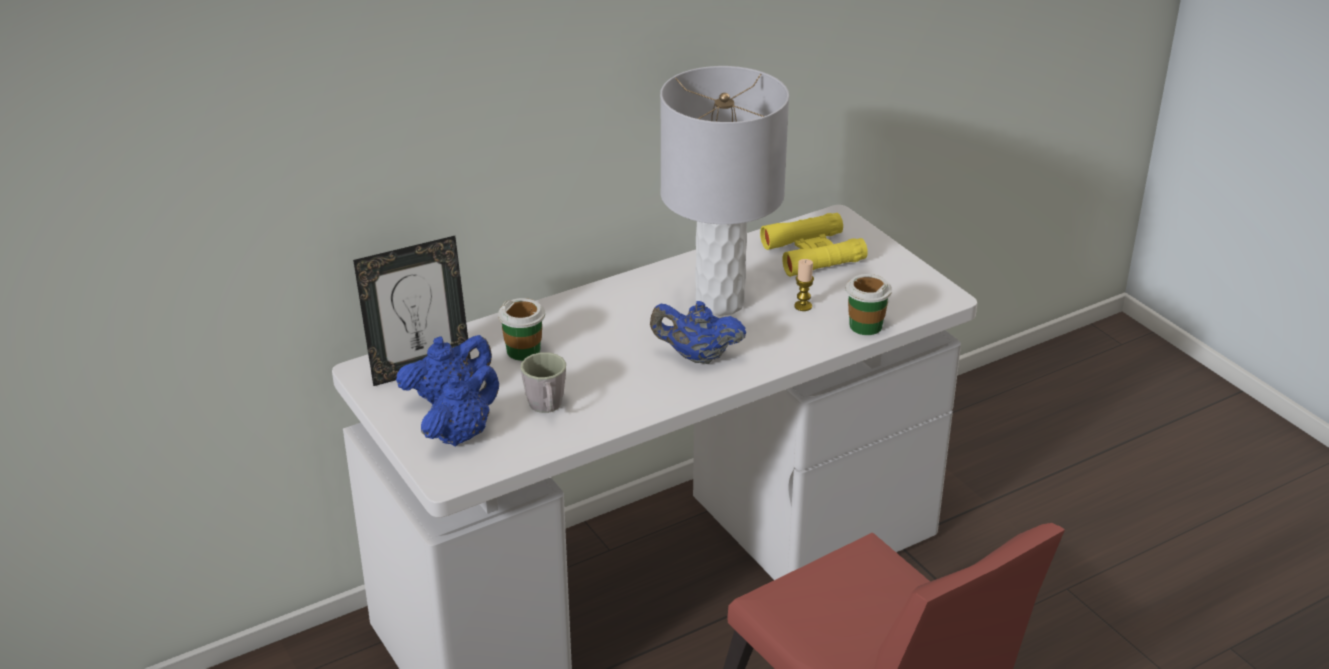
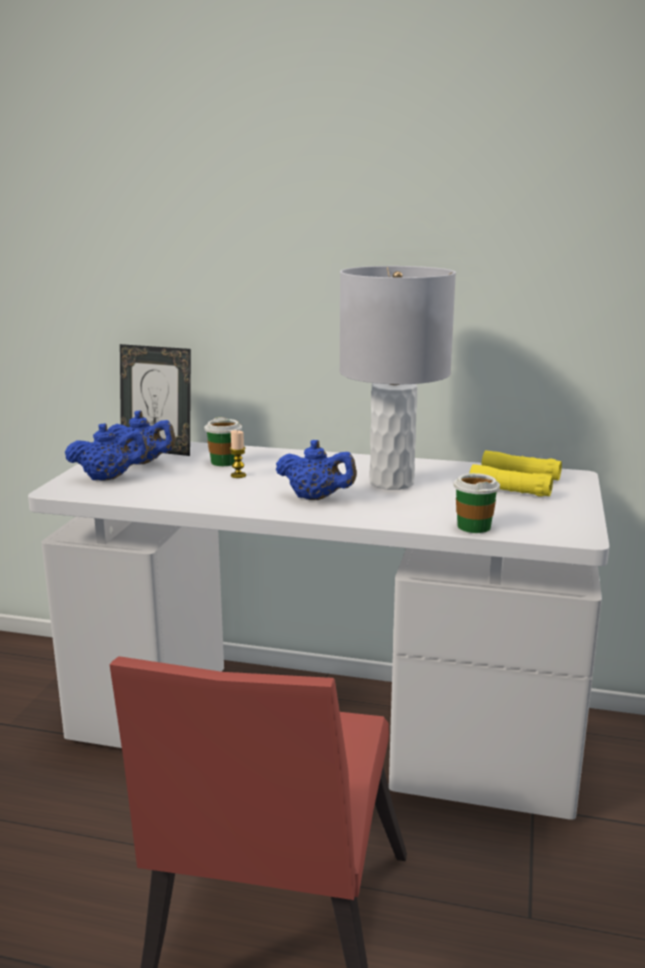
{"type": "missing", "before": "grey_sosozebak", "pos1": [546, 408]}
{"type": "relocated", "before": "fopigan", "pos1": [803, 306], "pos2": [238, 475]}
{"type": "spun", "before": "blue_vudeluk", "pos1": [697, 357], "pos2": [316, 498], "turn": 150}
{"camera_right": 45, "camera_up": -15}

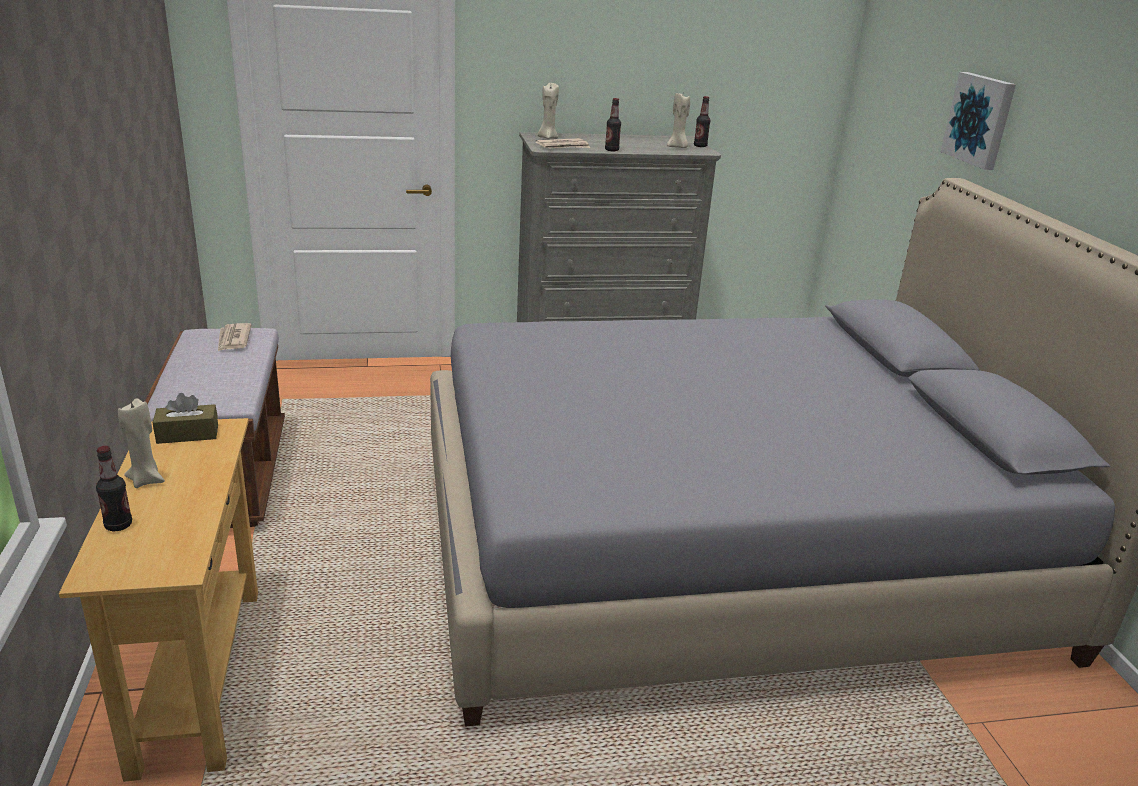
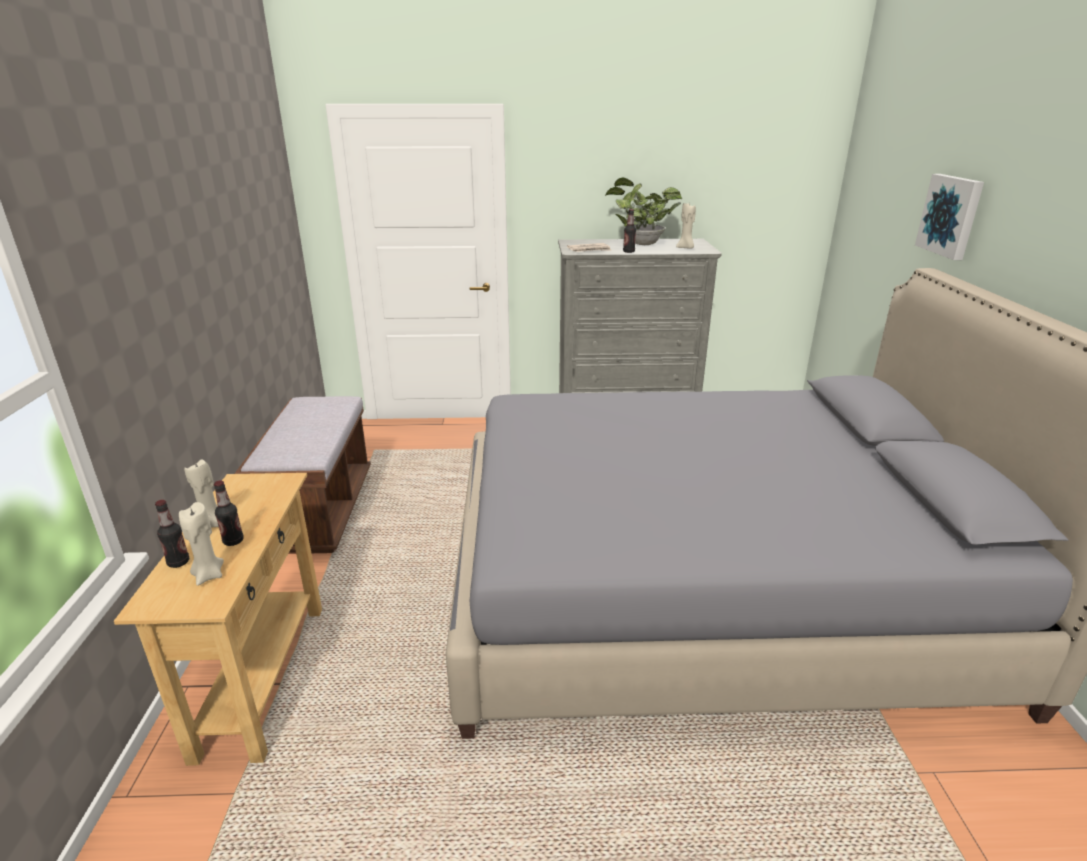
{"type": "missing", "before": "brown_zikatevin", "pos1": [187, 434]}
{"type": "missing", "before": "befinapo", "pos1": [233, 339]}
{"type": "appeared", "after": "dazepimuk", "pos2": [640, 243]}
{"type": "relocated", "before": "beige_fopigan", "pos1": [547, 138], "pos2": [208, 575]}
{"type": "relocated", "before": "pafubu", "pos1": [700, 146], "pos2": [233, 541]}
{"camera_right": 10, "camera_up": 0}

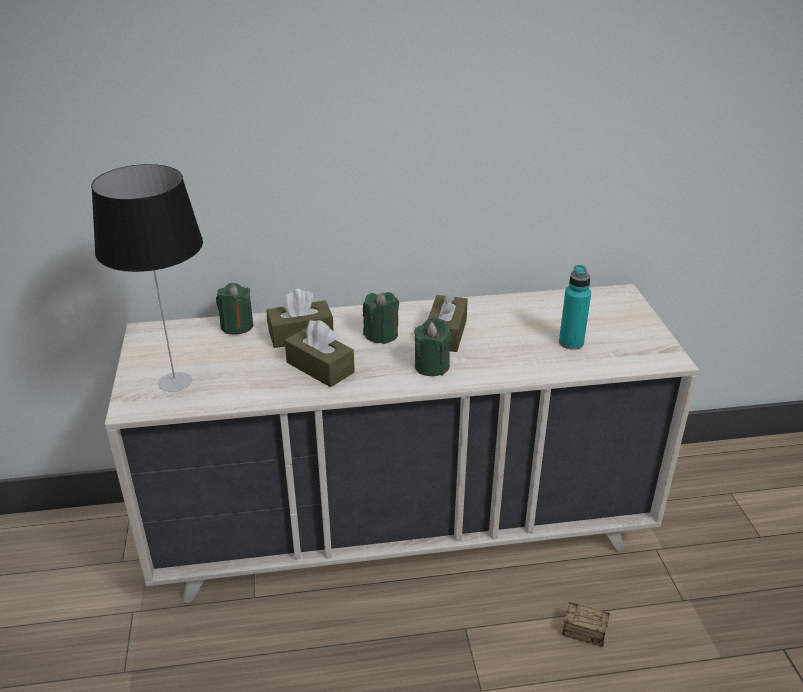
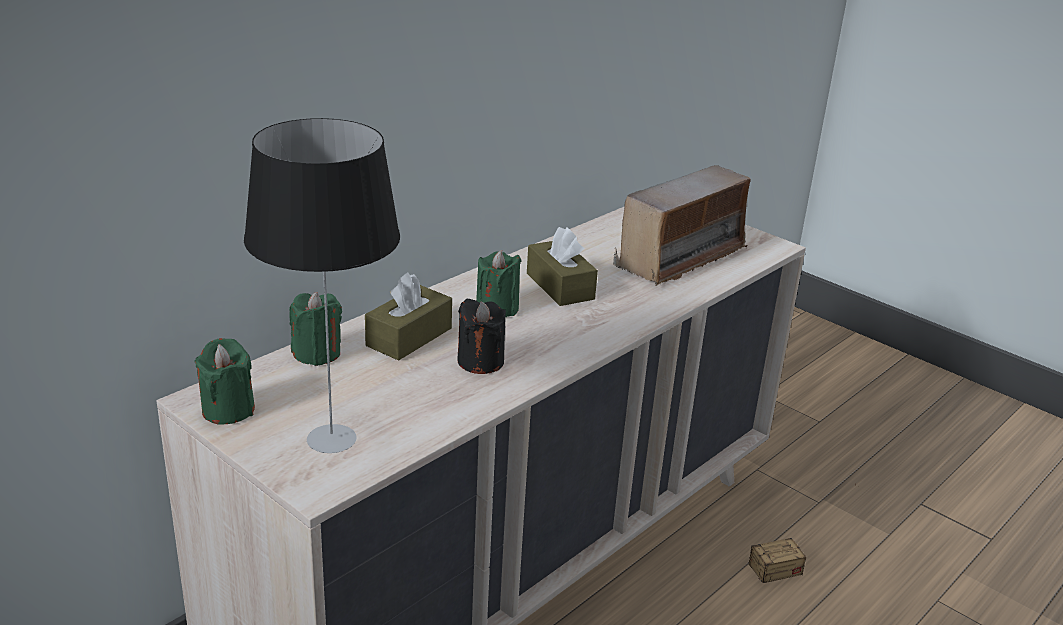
{"type": "relocated", "before": "green_fopigan", "pos1": [432, 366], "pos2": [228, 410]}
{"type": "exchanged", "before": "brown_zikatevin", "after": "black_fopigan", "pos1": [320, 367], "pos2": [480, 361]}
{"type": "exchanged", "before": "turquoise_pafubu", "after": "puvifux", "pos1": [571, 343], "pos2": [681, 258]}
{"camera_right": -40, "camera_up": -5}

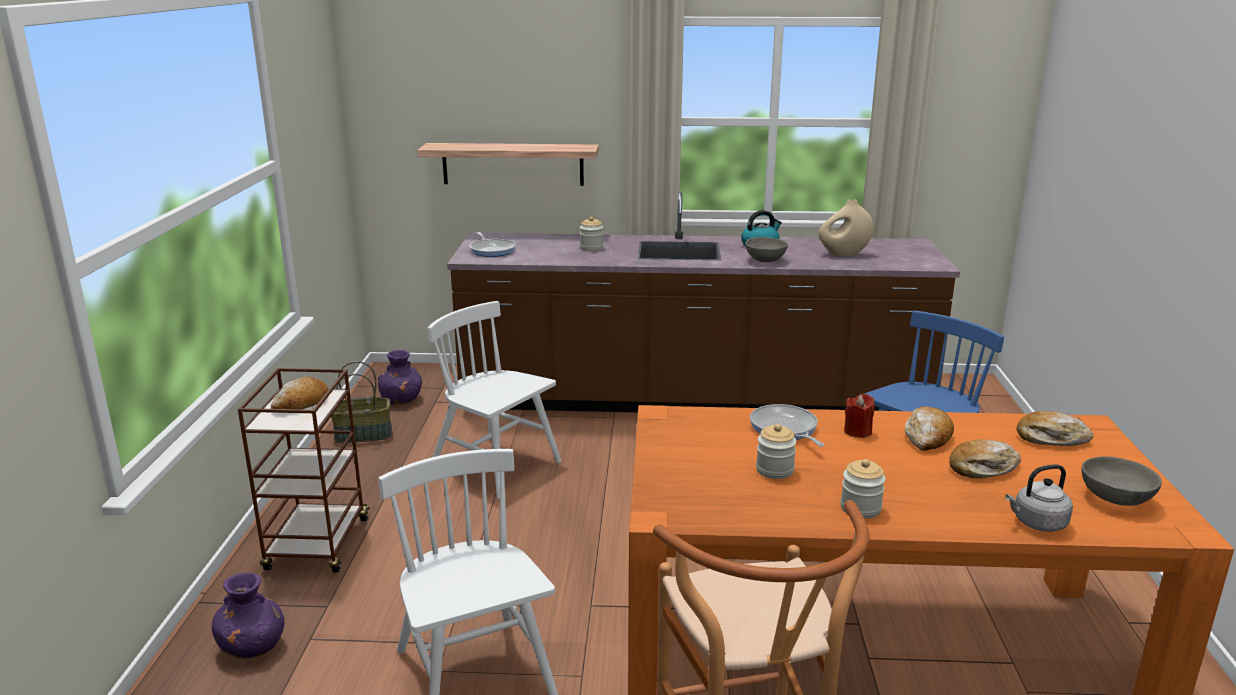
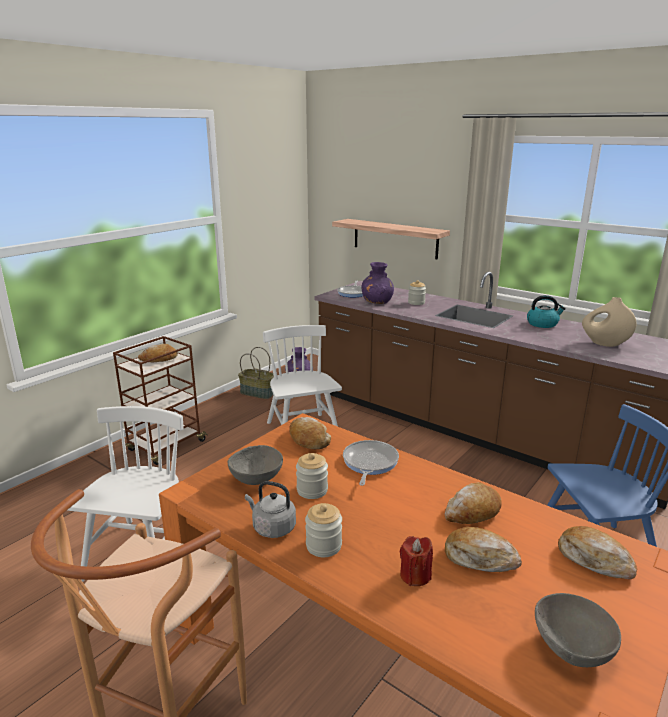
{"type": "appeared", "after": "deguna", "pos2": [308, 439]}
{"type": "relocated", "before": "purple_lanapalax", "pos1": [253, 647], "pos2": [377, 302]}
{"type": "relocated", "before": "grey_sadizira", "pos1": [765, 261], "pos2": [256, 479]}
{"type": "relocated", "before": "red_fopigan", "pos1": [857, 431], "pos2": [415, 575]}
{"type": "relocated", "before": "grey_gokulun", "pos1": [1037, 523], "pos2": [272, 528]}
{"camera_right": 35, "camera_up": 0}

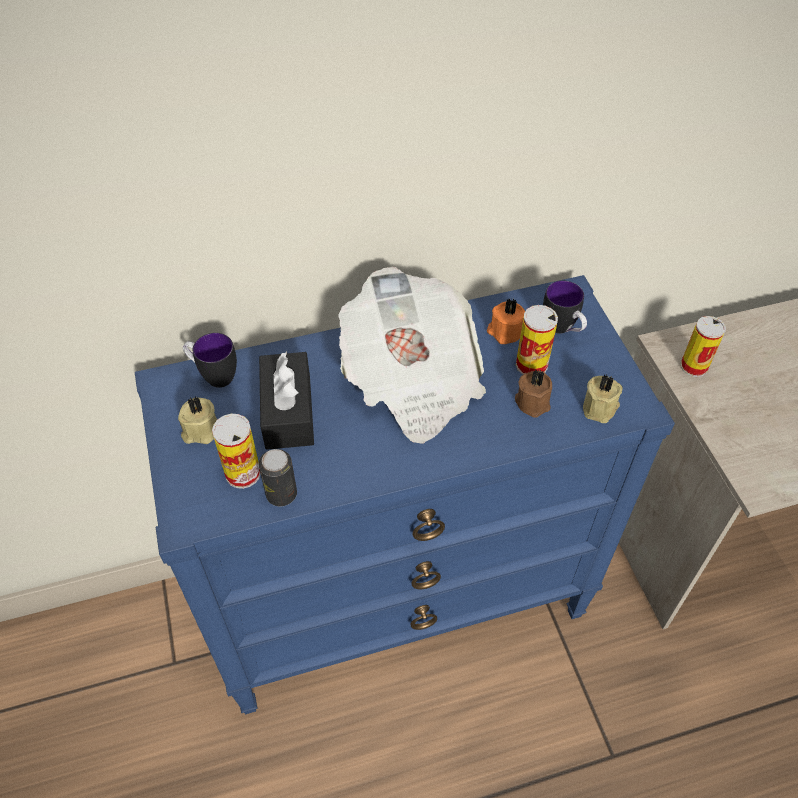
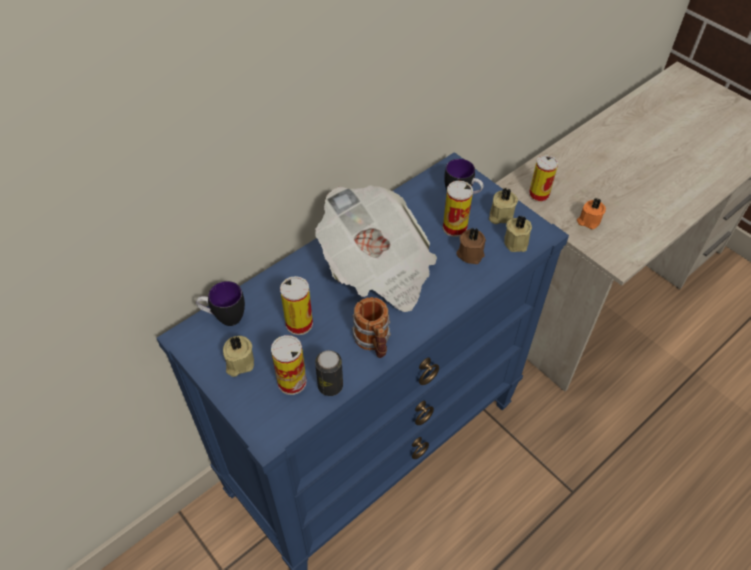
{"type": "appeared", "after": "sosozebak", "pos2": [373, 342]}
{"type": "appeared", "after": "beige_fopigan", "pos2": [500, 215]}
{"type": "relocated", "before": "orange_fopigan", "pos1": [504, 332], "pos2": [588, 221]}
{"type": "exchanged", "before": "black_zikatevin", "after": "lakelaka", "pos1": [288, 411], "pos2": [299, 323]}
{"camera_right": -25, "camera_up": 0}

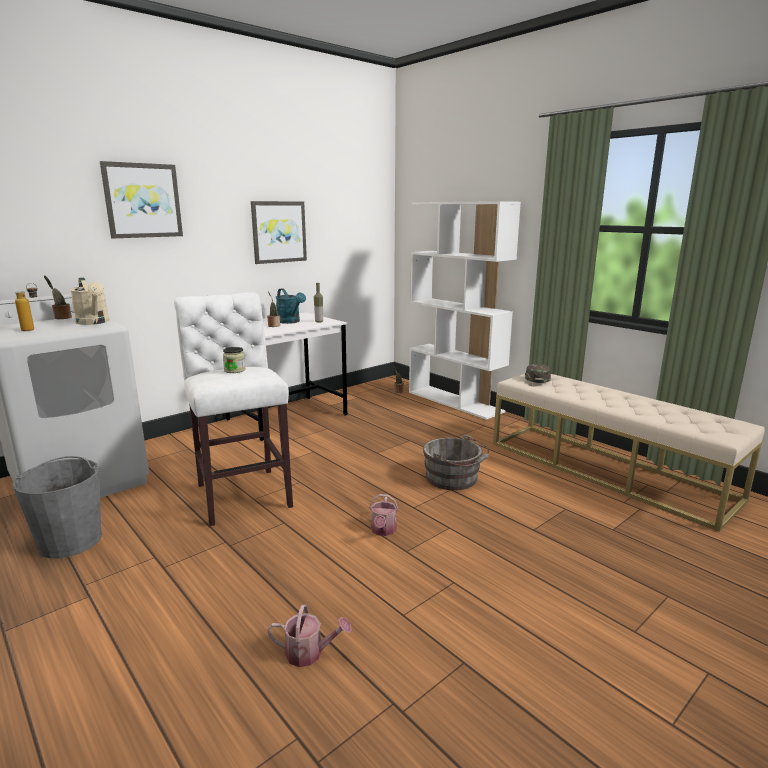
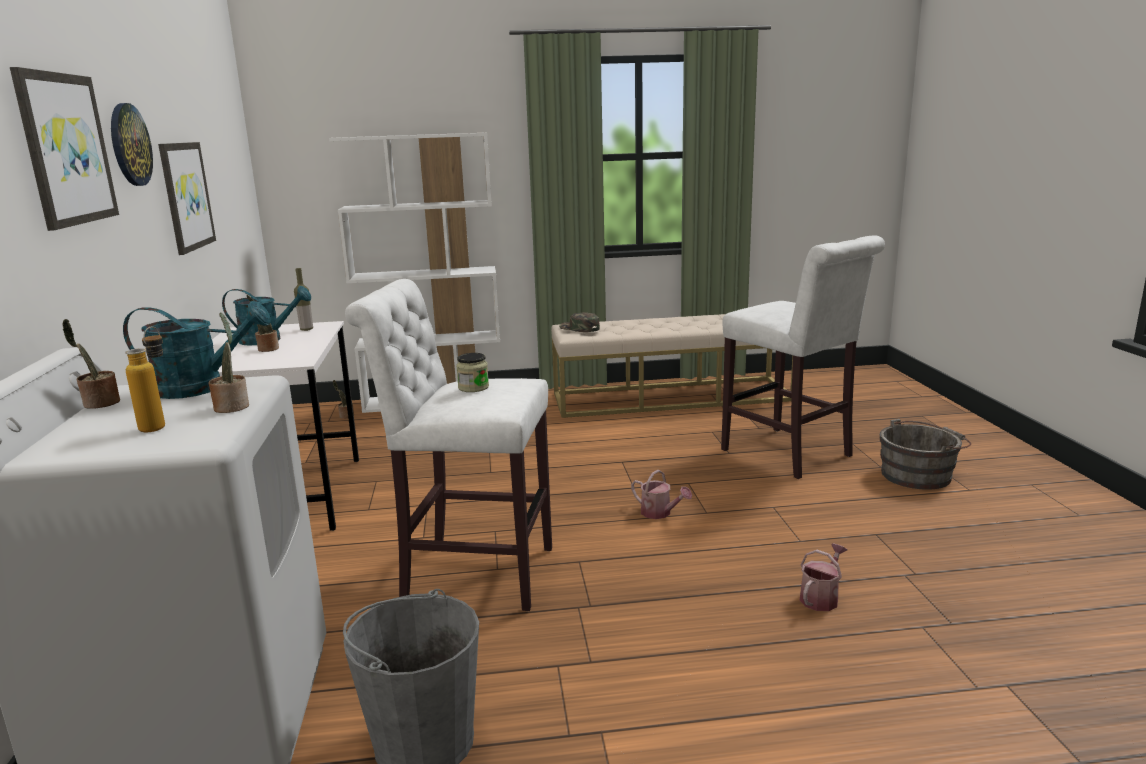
{"type": "appeared", "after": "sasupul", "pos2": [129, 145]}
{"type": "appeared", "after": "dazepimuk", "pos2": [232, 406]}
{"type": "appeared", "after": "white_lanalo", "pos2": [791, 455]}
{"type": "relocated", "before": "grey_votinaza", "pos1": [454, 479], "pos2": [919, 475]}
{"type": "colour", "before": "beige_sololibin", "after": "turquoise_sololibin", "pos1": [94, 322], "pos2": [202, 388]}
{"camera_right": -55, "camera_up": 0}

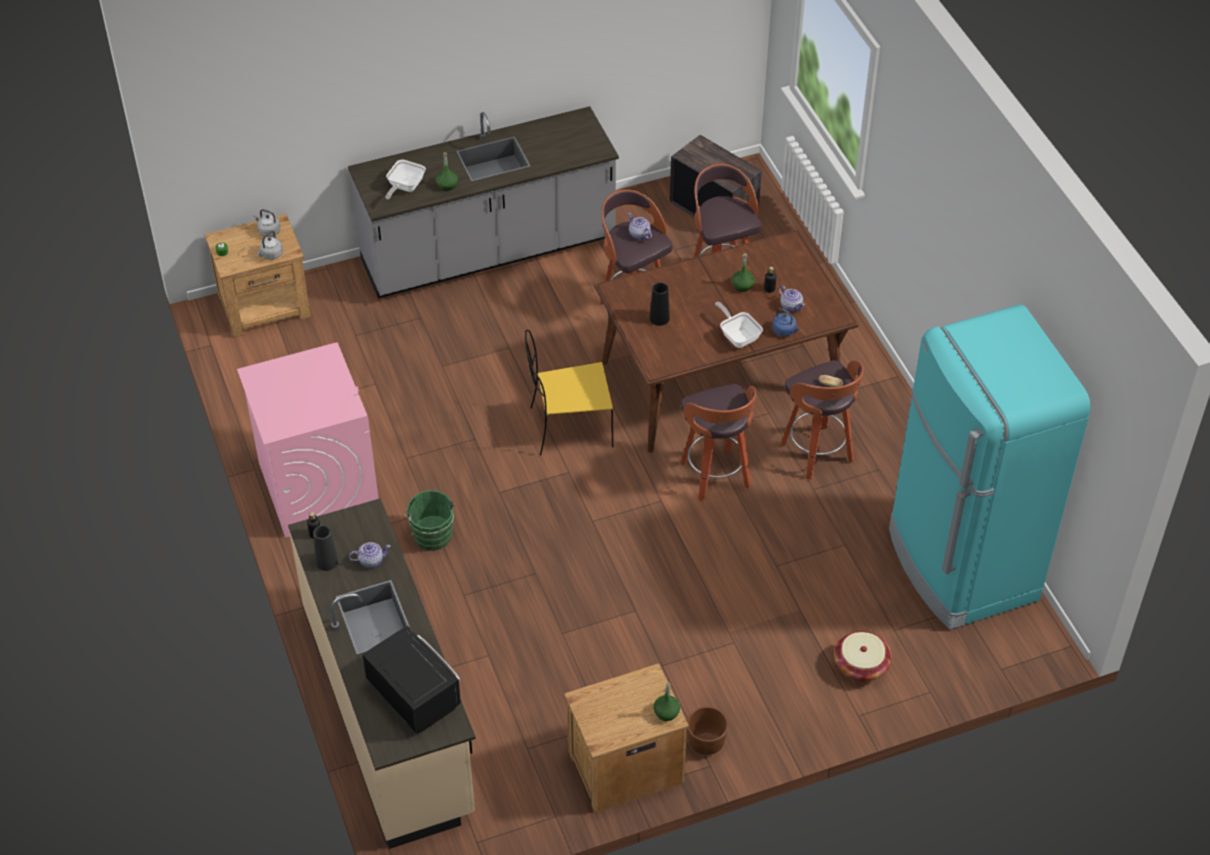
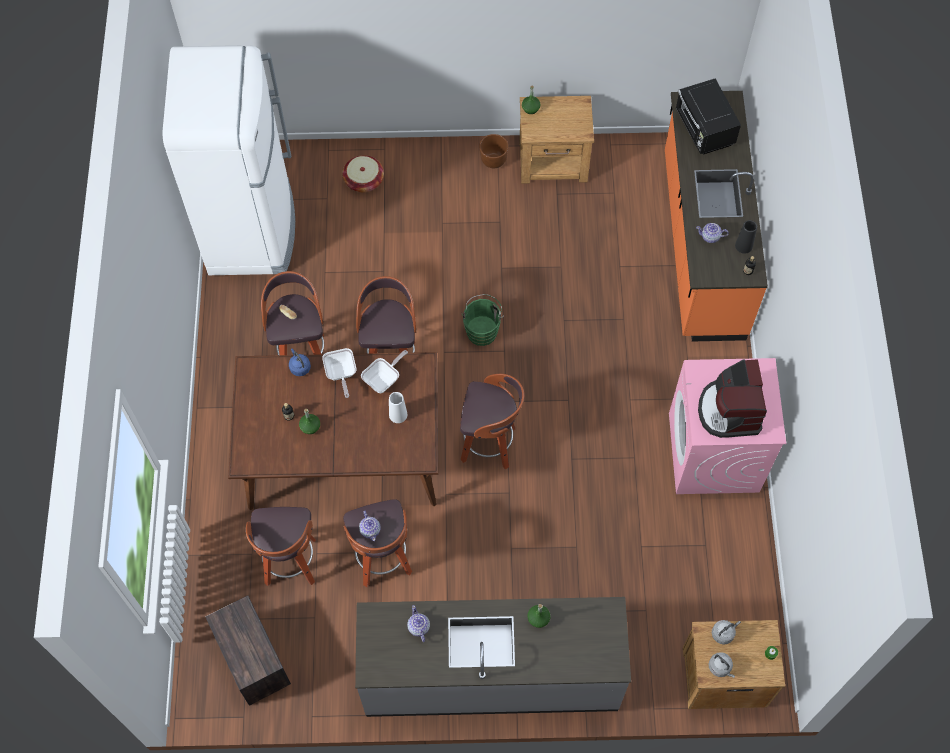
{"type": "appeared", "after": "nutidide", "pos2": [729, 410]}
{"type": "relocated", "before": "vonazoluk", "pos1": [404, 187], "pos2": [384, 379]}
{"type": "relocated", "before": "green_votinaza", "pos1": [433, 538], "pos2": [482, 330]}
{"type": "relocated", "before": "vudeluk", "pos1": [791, 306], "pos2": [418, 627]}
{"type": "exchanged", "before": "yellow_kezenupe", "after": "lanalo", "pos1": [568, 427], "pos2": [490, 444]}
{"type": "colour", "before": "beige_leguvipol", "after": "orange_leguvipol", "pos1": [390, 712], "pos2": [701, 245]}
{"type": "colour", "before": "black_lanapalax", "after": "white_lanapalax", "pos1": [659, 318], "pos2": [398, 414]}
{"type": "colour", "before": "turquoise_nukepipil", "after": "white_nukepipil", "pos1": [960, 566], "pos2": [252, 230]}
{"camera_right": -160, "camera_up": 15}

